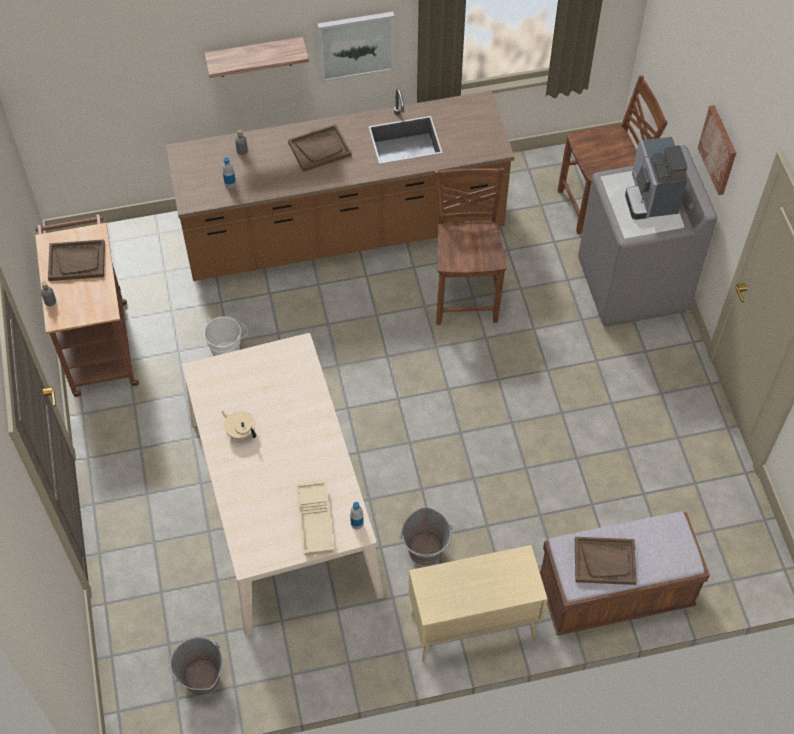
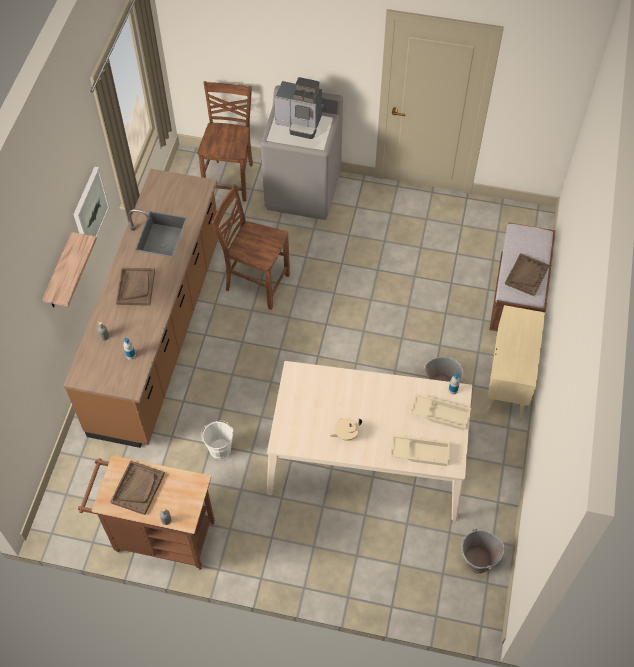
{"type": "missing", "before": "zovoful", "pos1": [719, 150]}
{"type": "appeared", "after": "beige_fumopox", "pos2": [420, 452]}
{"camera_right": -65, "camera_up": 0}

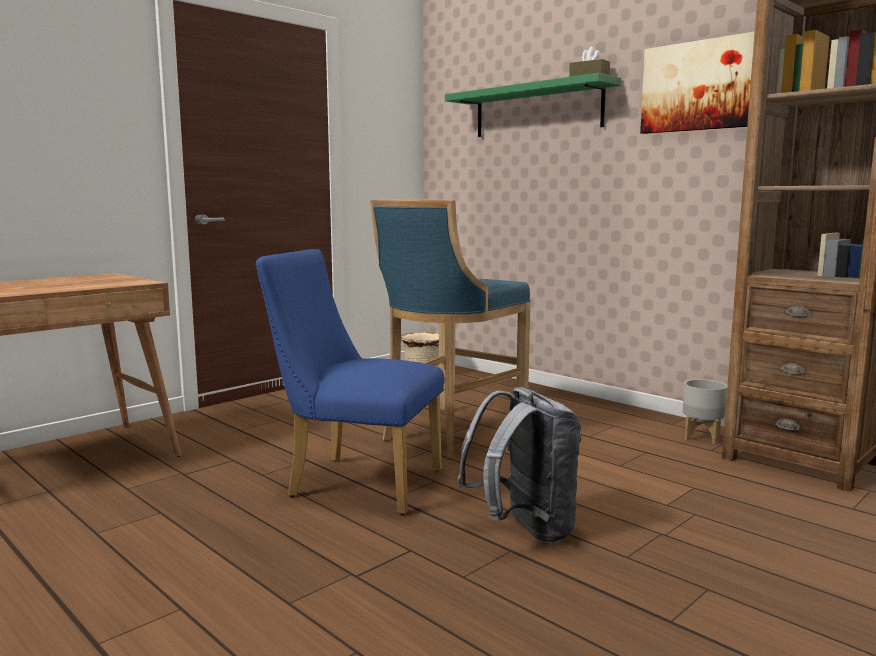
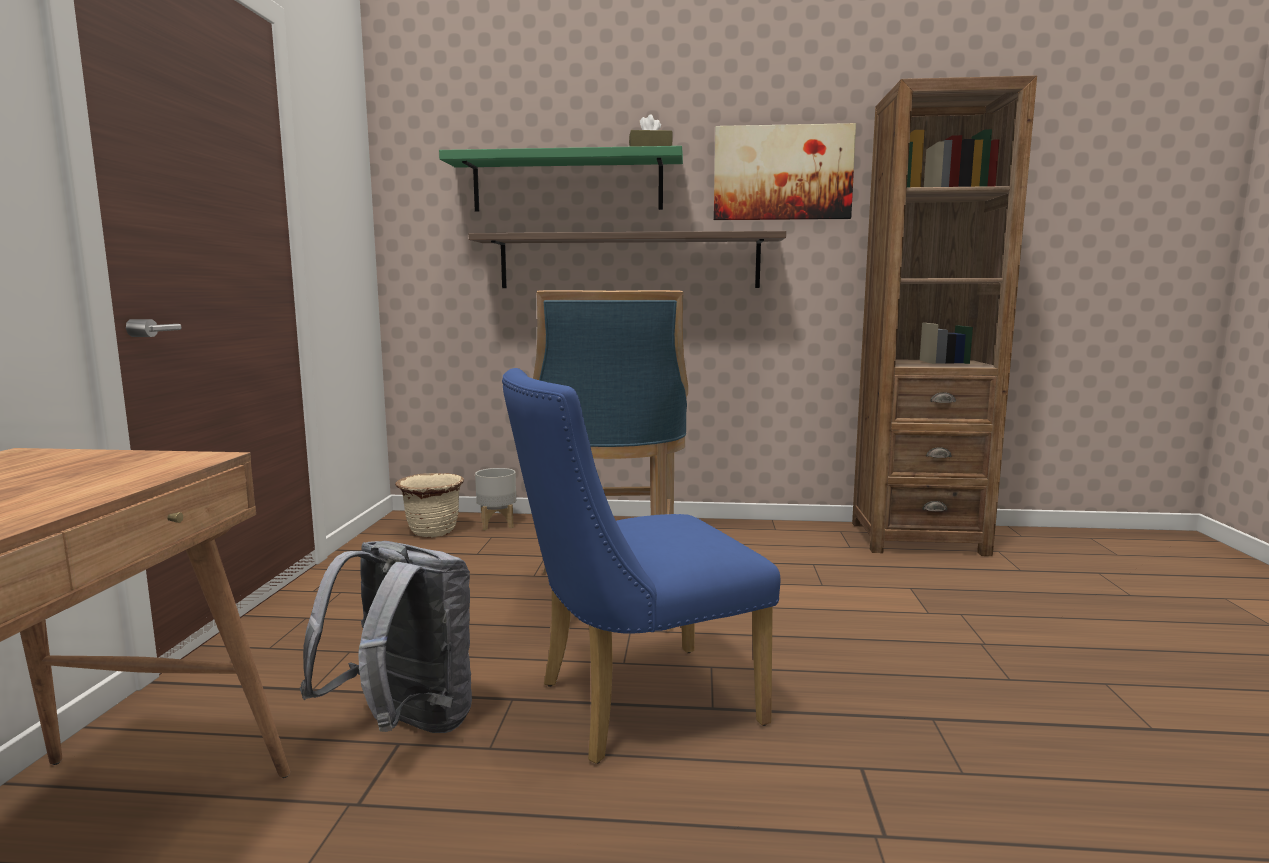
{"type": "appeared", "after": "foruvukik", "pos2": [629, 262]}
{"type": "relocated", "before": "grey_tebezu", "pos1": [524, 530], "pos2": [404, 726]}
{"type": "relocated", "before": "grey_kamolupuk", "pos1": [703, 437], "pos2": [498, 524]}
{"camera_right": -40, "camera_up": 0}

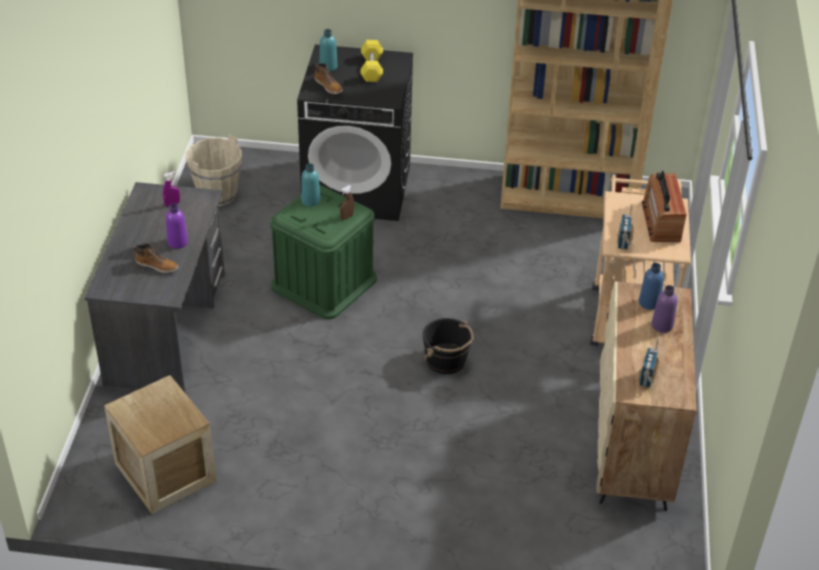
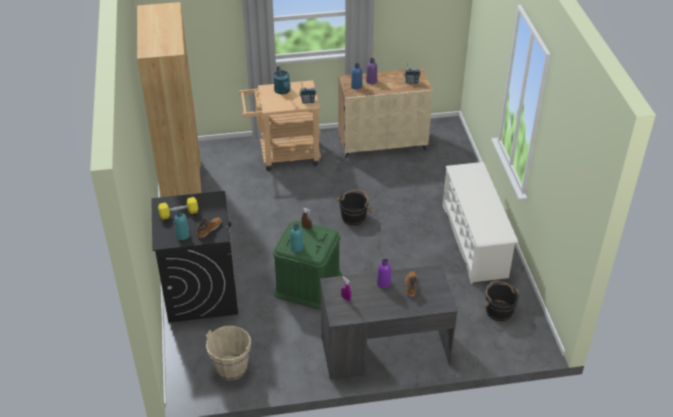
{"type": "appeared", "after": "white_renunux", "pos2": [474, 241]}
{"type": "exchanged", "before": "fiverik", "after": "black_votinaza", "pos1": [165, 472], "pos2": [499, 310]}
{"type": "exchanged", "before": "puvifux", "after": "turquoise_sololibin", "pos1": [661, 221], "pos2": [283, 91]}
{"camera_right": -105, "camera_up": 0}

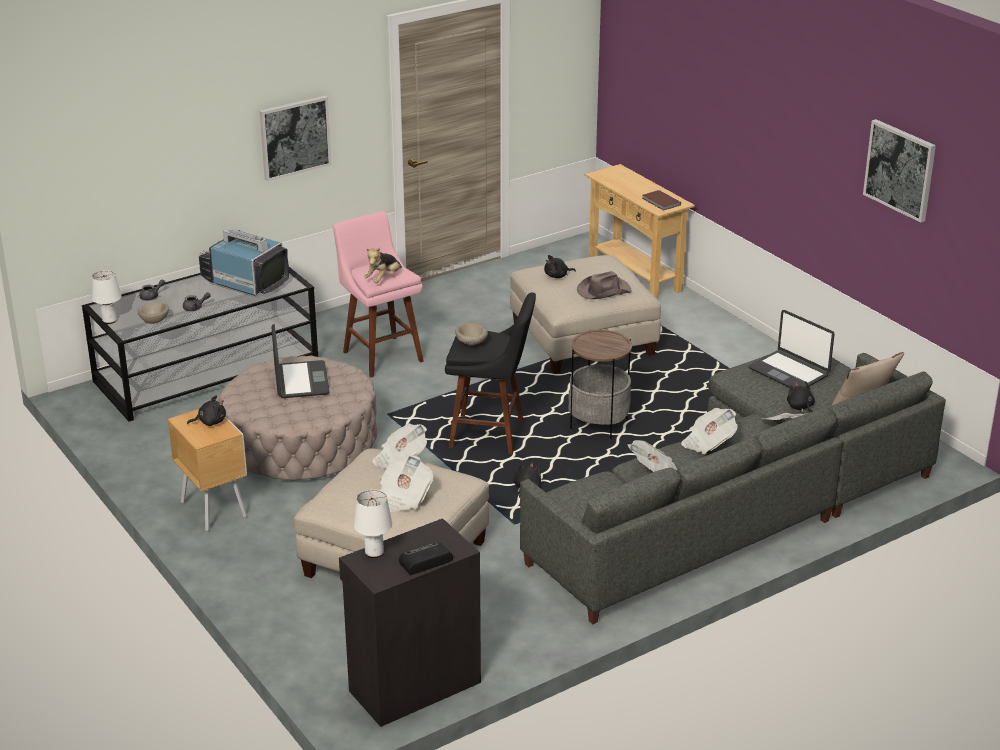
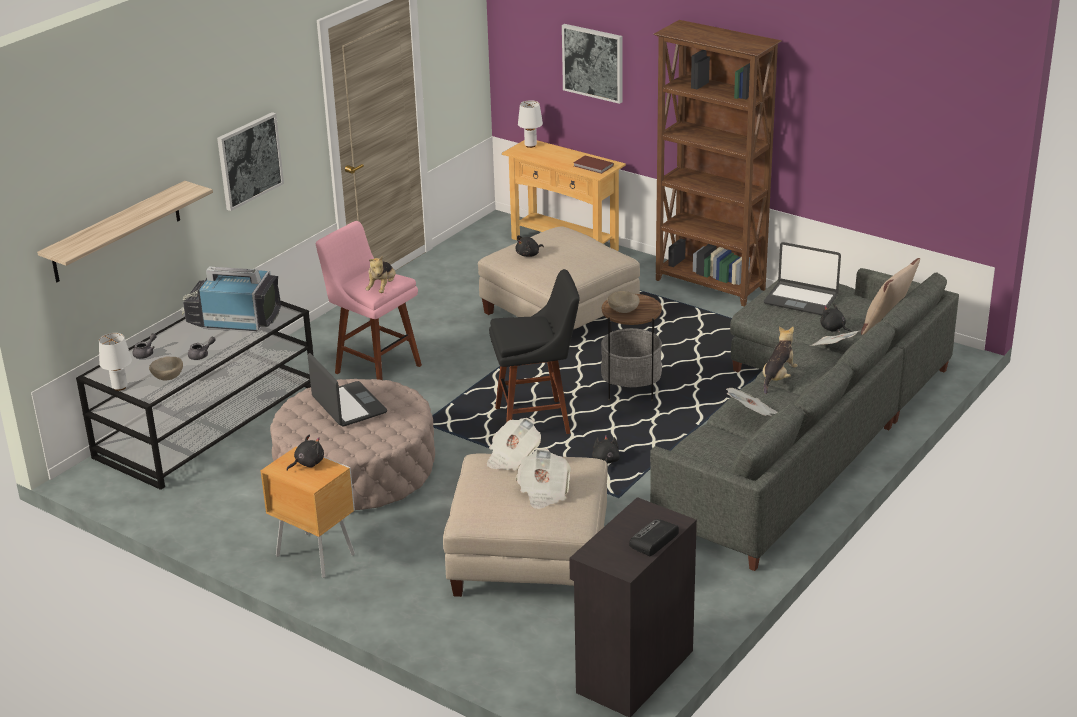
{"type": "missing", "before": "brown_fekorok", "pos1": [603, 291]}
{"type": "appeared", "after": "foruvukik", "pos2": [116, 232]}
{"type": "appeared", "after": "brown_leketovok", "pos2": [710, 285]}
{"type": "relocated", "before": "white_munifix", "pos1": [374, 553], "pos2": [531, 145]}
{"type": "relocated", "before": "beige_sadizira", "pos1": [471, 343], "pos2": [623, 311]}
{"type": "relocated", "before": "zovoful", "pos1": [900, 169], "pos2": [593, 62]}
{"type": "exchanged", "before": "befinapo", "after": "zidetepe", "pos1": [708, 443], "pos2": [778, 378]}
{"camera_right": -20, "camera_up": 0}

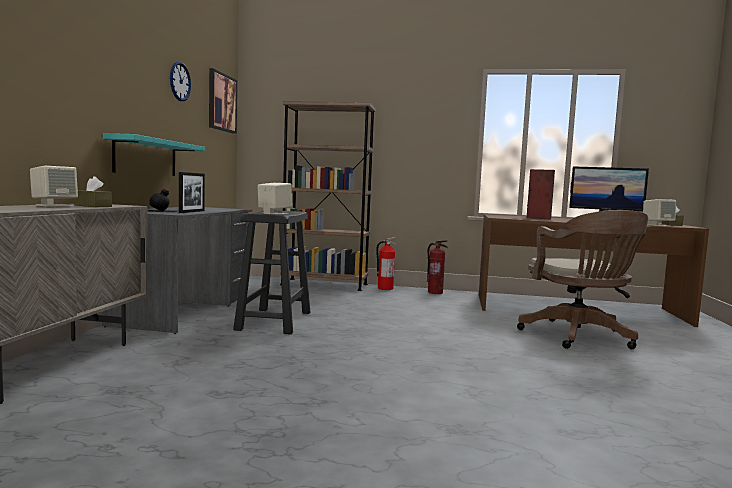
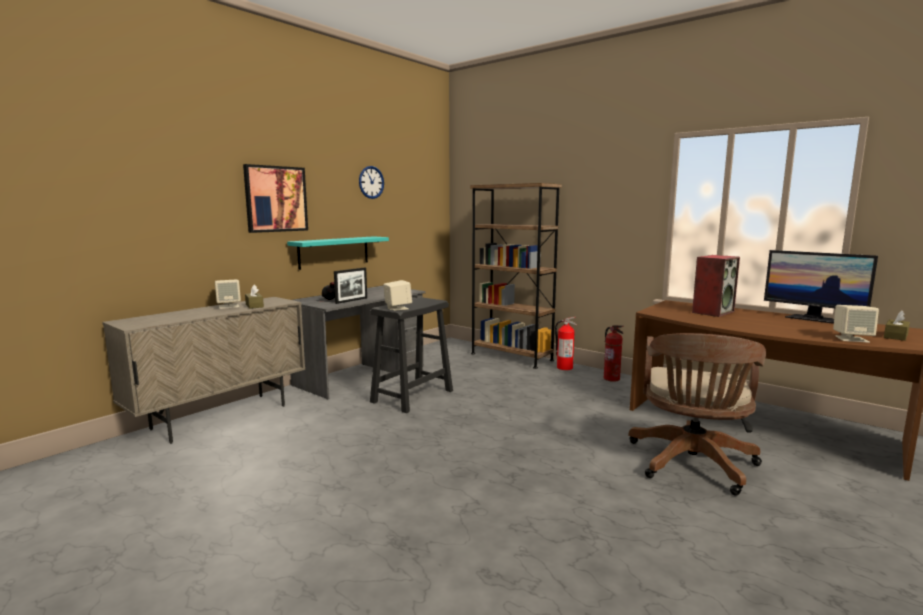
{"type": "relocated", "before": "zovoful", "pos1": [221, 102], "pos2": [276, 199]}
{"camera_right": 30, "camera_up": 5}

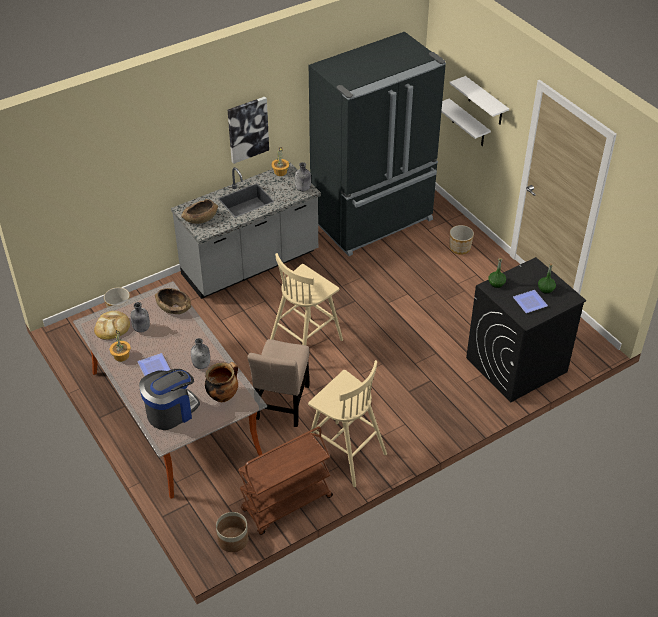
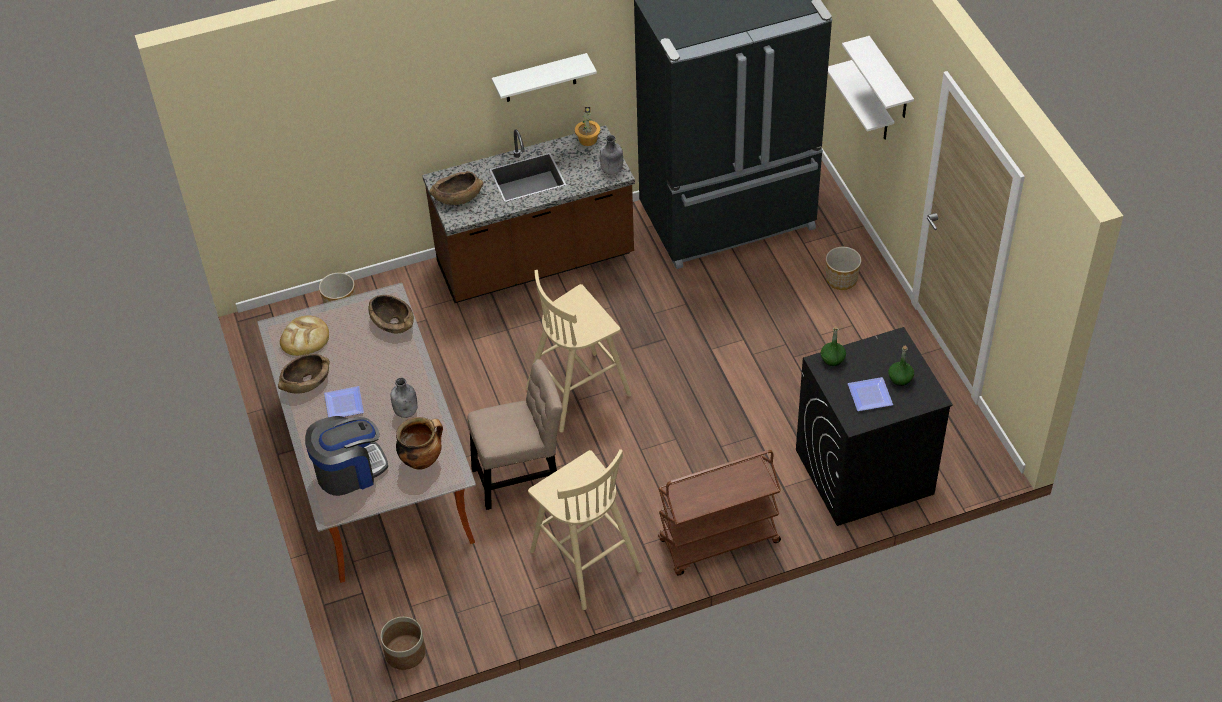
{"type": "missing", "before": "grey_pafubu", "pos1": [141, 329]}
{"type": "relocated", "before": "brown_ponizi", "pos1": [286, 504], "pos2": [718, 542]}
{"type": "exchanged", "before": "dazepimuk", "after": "brown_sadizira", "pos1": [121, 356], "pos2": [306, 382]}
{"type": "exchanged", "before": "zovoful", "after": "white_foruvukik", "pos1": [247, 129], "pos2": [540, 78]}
{"type": "colour", "before": "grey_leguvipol", "after": "brown_leguvipol", "pos1": [251, 265], "pos2": [536, 262]}
{"type": "spun", "before": "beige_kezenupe", "pos1": [282, 405], "pos2": [521, 477], "turn": -135}
{"camera_right": 15, "camera_up": 5}

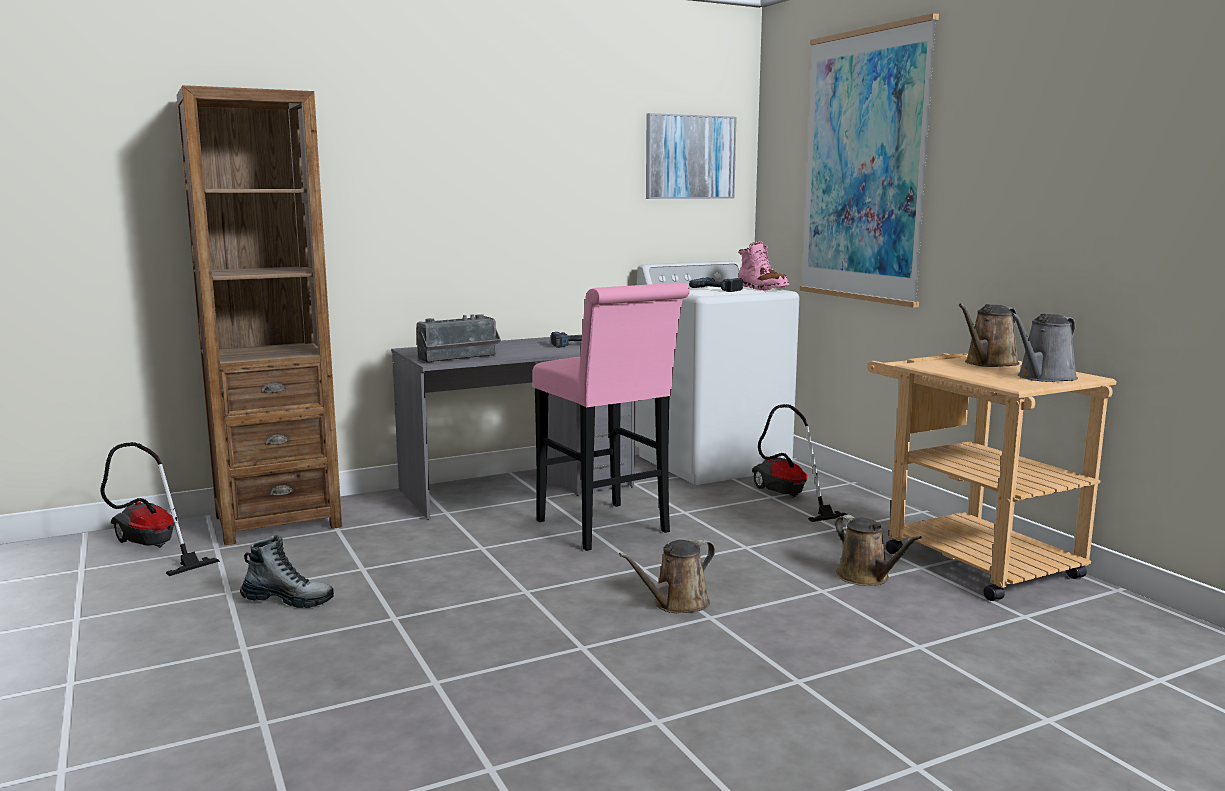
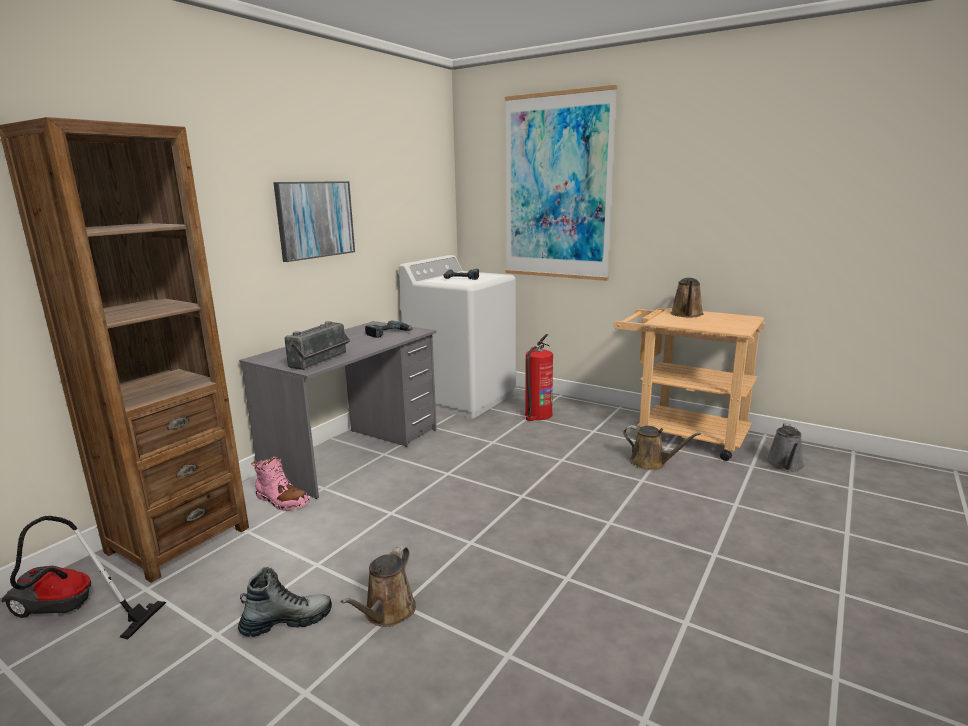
{"type": "missing", "before": "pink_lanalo", "pos1": [608, 529]}
{"type": "relocated", "before": "brown_sololibin", "pos1": [676, 604], "pos2": [387, 613]}
{"type": "relocated", "before": "zovoful", "pos1": [689, 157], "pos2": [315, 219]}
{"type": "relocated", "before": "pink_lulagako", "pos1": [761, 288], "pos2": [282, 501]}
{"type": "relocated", "before": "grey_sololibin", "pos1": [1044, 378], "pos2": [785, 465]}
{"type": "exchanged", "before": "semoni", "after": "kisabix", "pos1": [786, 497], "pos2": [538, 415]}
{"camera_right": -30, "camera_up": 5}

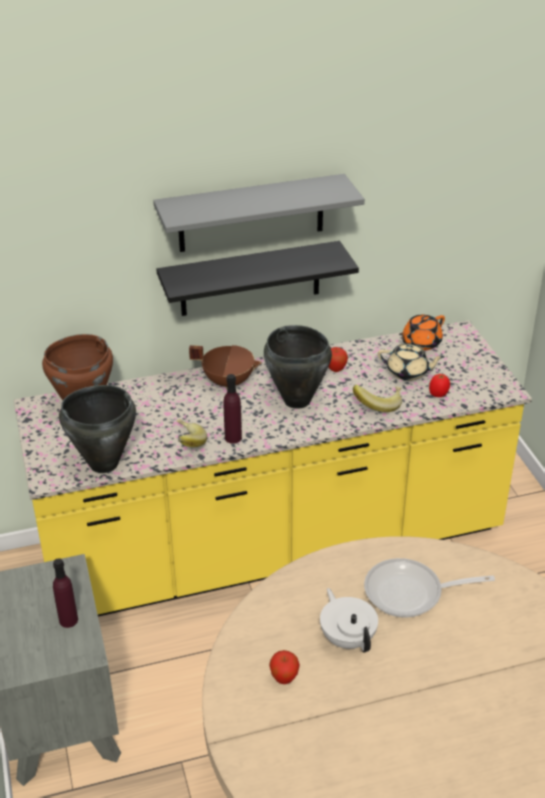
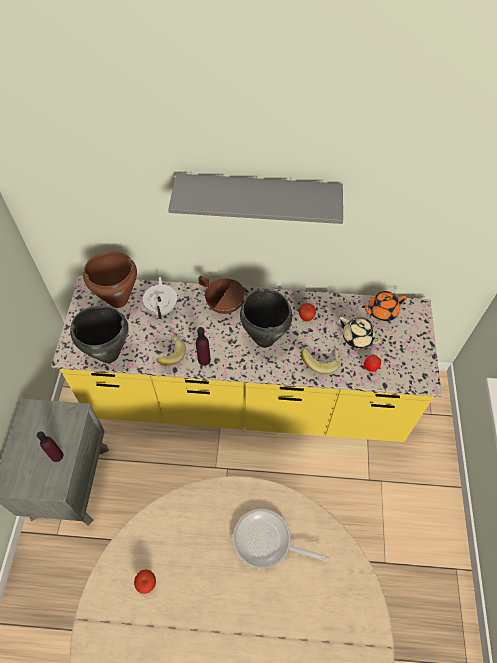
{"type": "missing", "before": "black_foruvukik", "pos1": [250, 279]}
{"type": "relocated", "before": "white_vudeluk", "pos1": [348, 638], "pos2": [162, 307]}
{"camera_right": 20, "camera_up": 20}

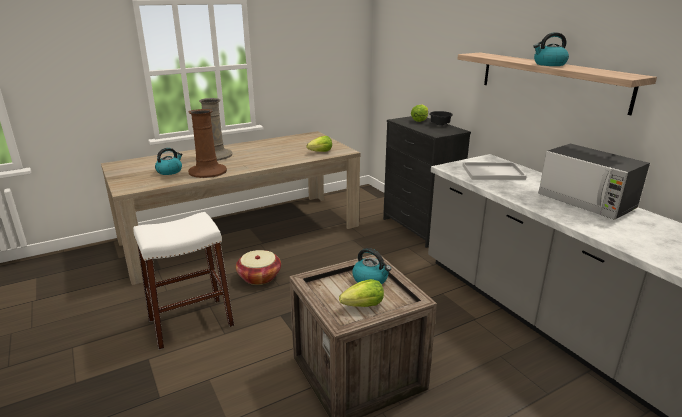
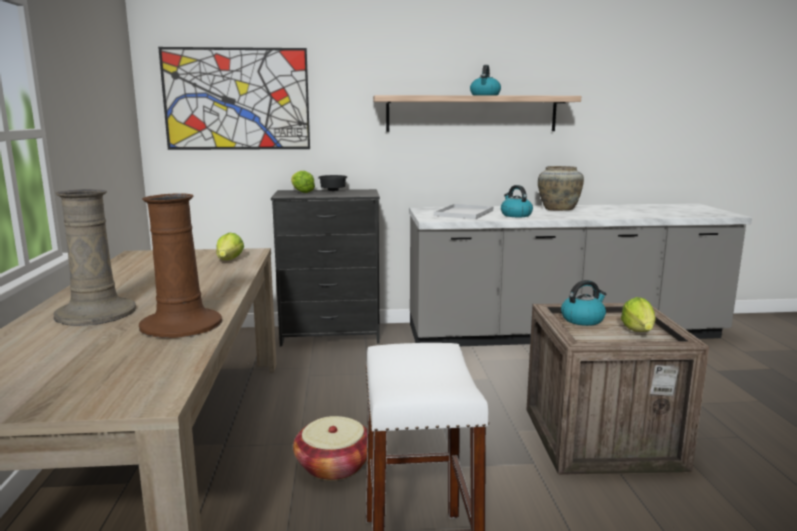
{"type": "appeared", "after": "zovoful", "pos2": [236, 99]}
{"type": "relocated", "before": "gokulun", "pos1": [170, 171], "pos2": [515, 215]}
{"type": "exchanged", "before": "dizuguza", "after": "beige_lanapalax", "pos1": [586, 202], "pos2": [558, 209]}
{"camera_right": -65, "camera_up": -10}

